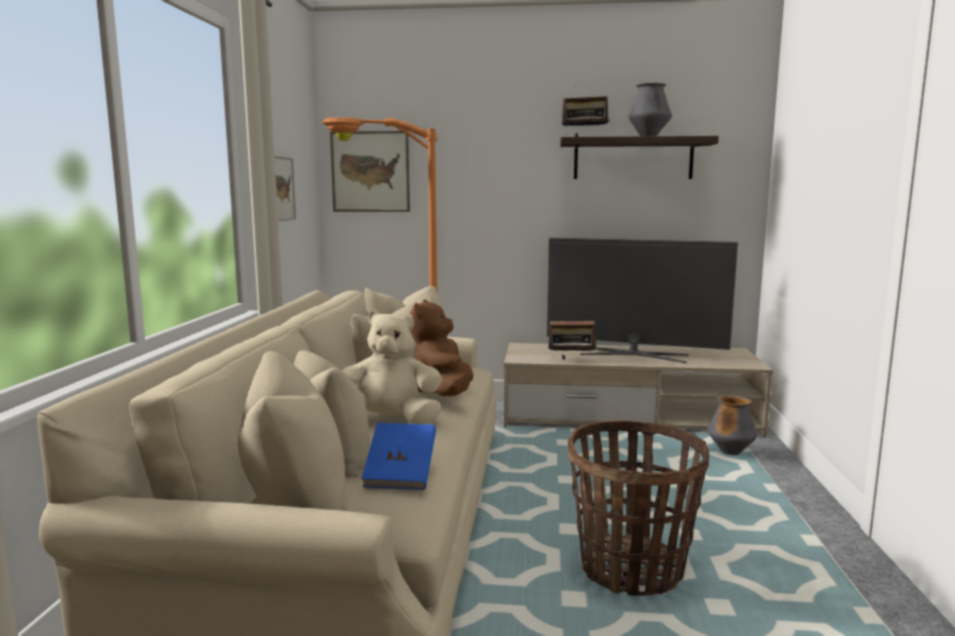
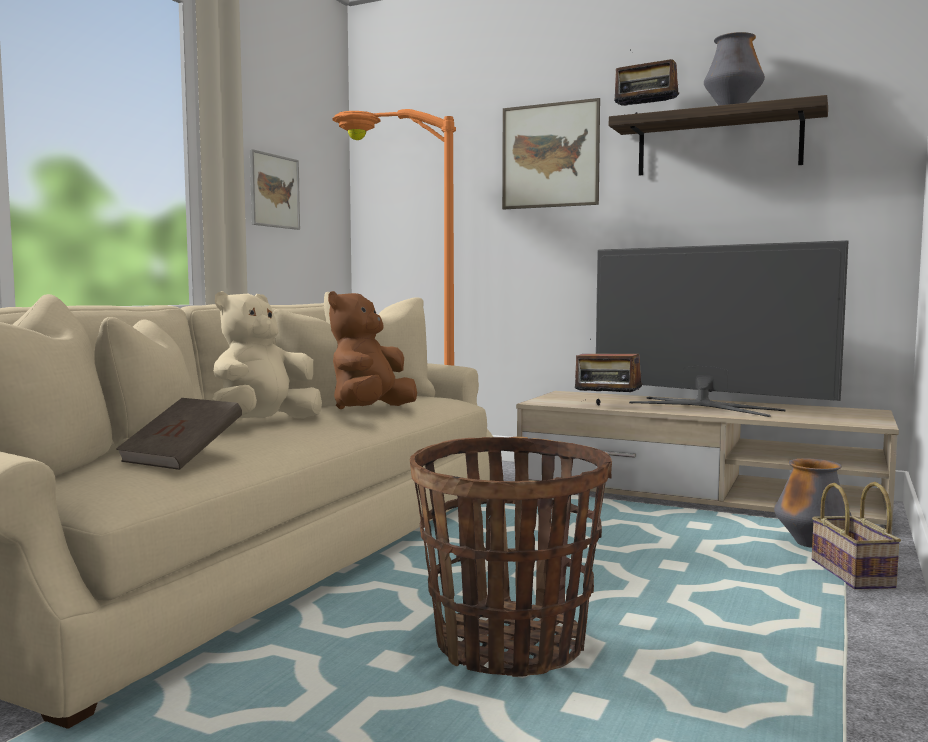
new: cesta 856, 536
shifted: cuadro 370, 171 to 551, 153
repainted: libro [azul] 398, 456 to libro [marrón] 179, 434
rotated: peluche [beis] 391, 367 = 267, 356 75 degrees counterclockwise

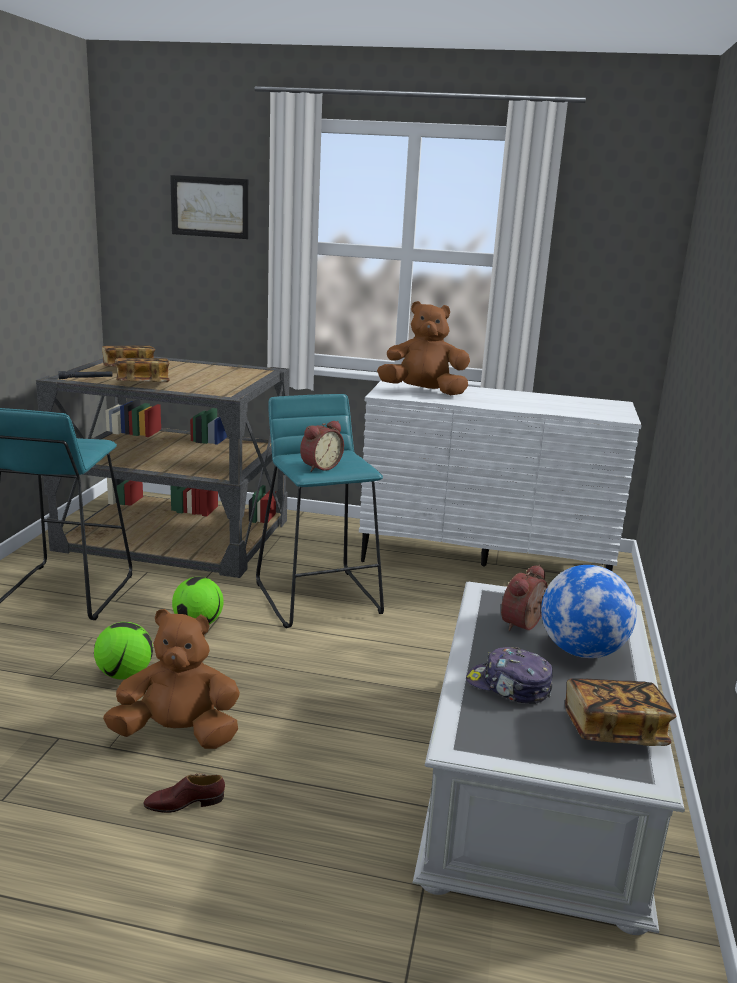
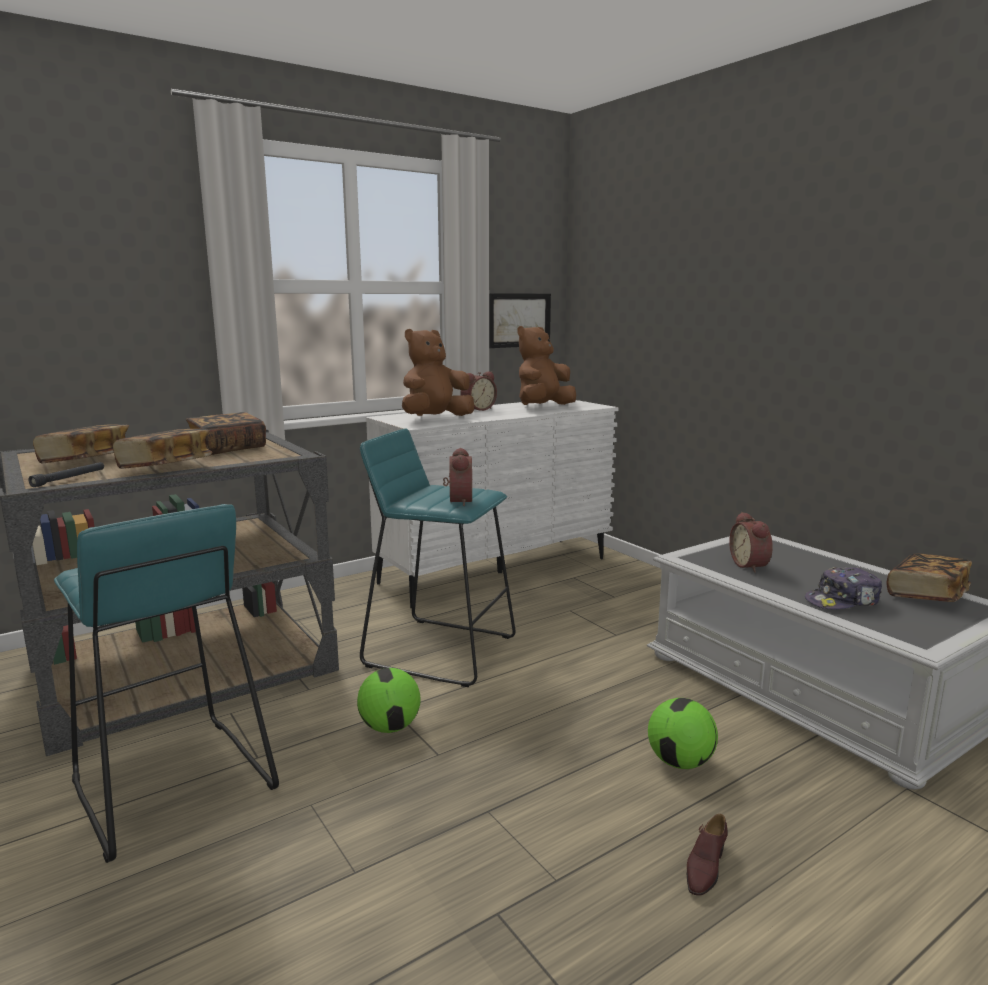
gone: globo terráqueo 589, 611
new: libro 226, 433; despertador 479, 391
shifted: cuadro 209, 207 to 520, 320; peluche [marrón] 171, 679 to 546, 365; balón de fútbol 123, 650 to 683, 733

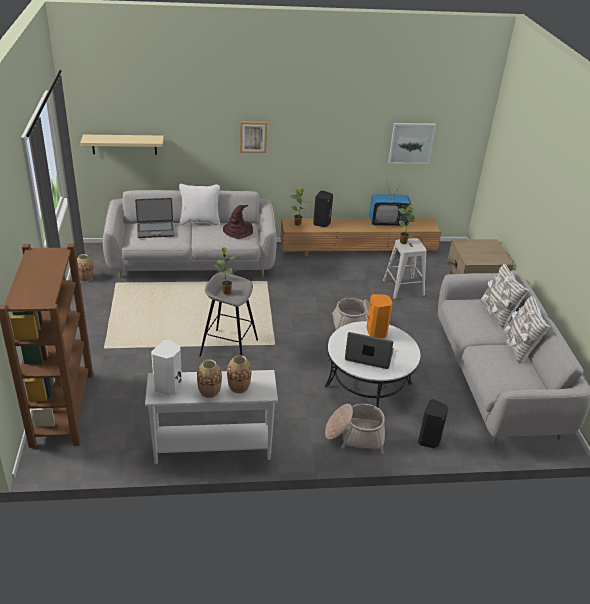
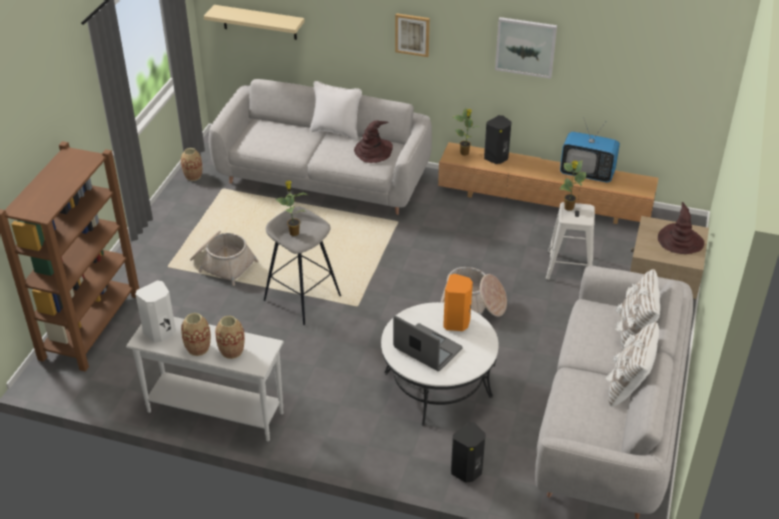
gone: portátil 155, 218
new: sombrero [marrón] 681, 228
shifted: cesta 355, 429 to 224, 258; cuadro 412, 143 to 526, 48

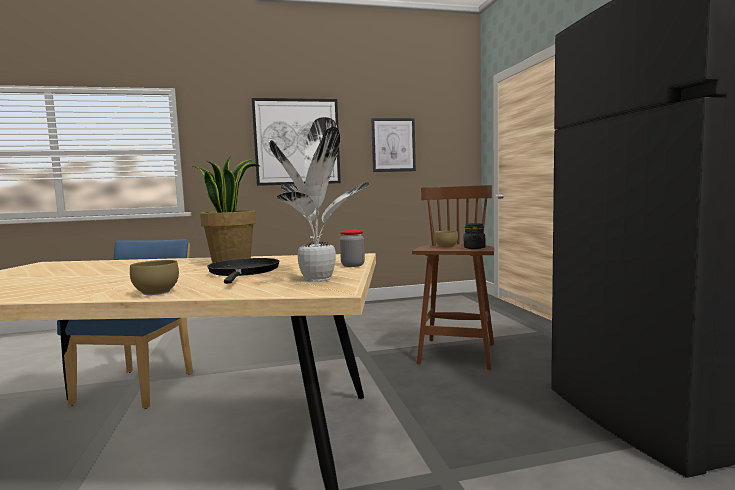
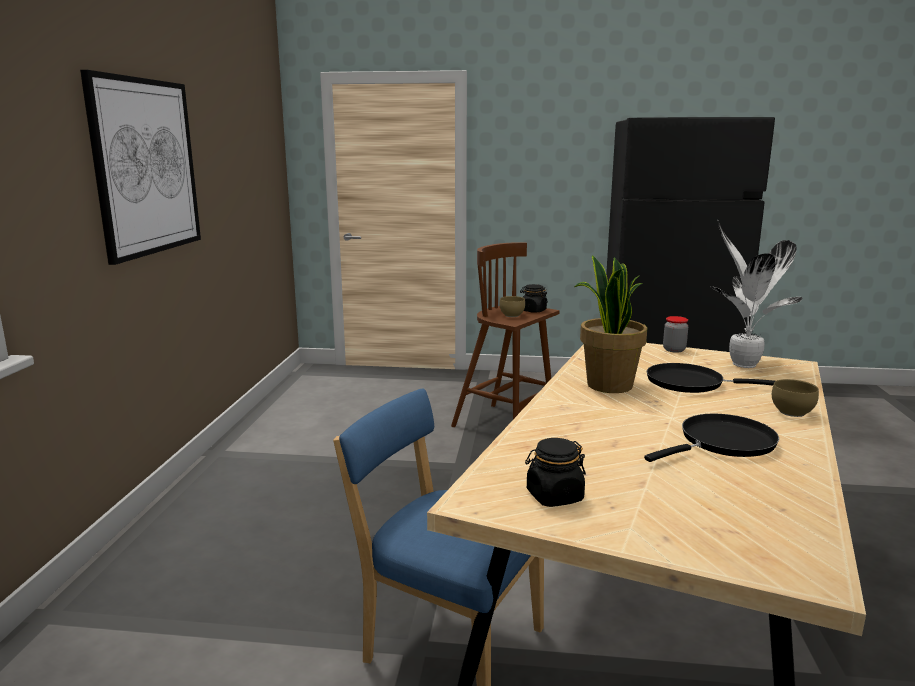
gone: cuadro 393, 145
new: tarro [negro] 555, 472; sartén [negro] 711, 438

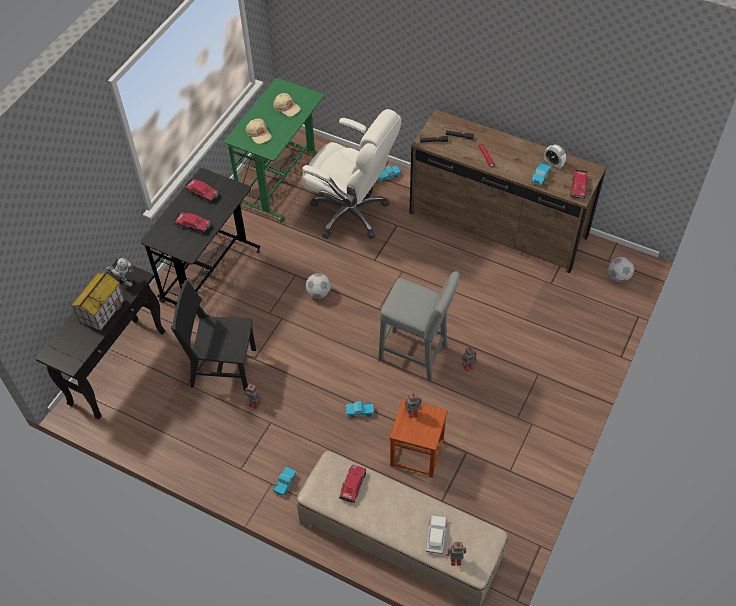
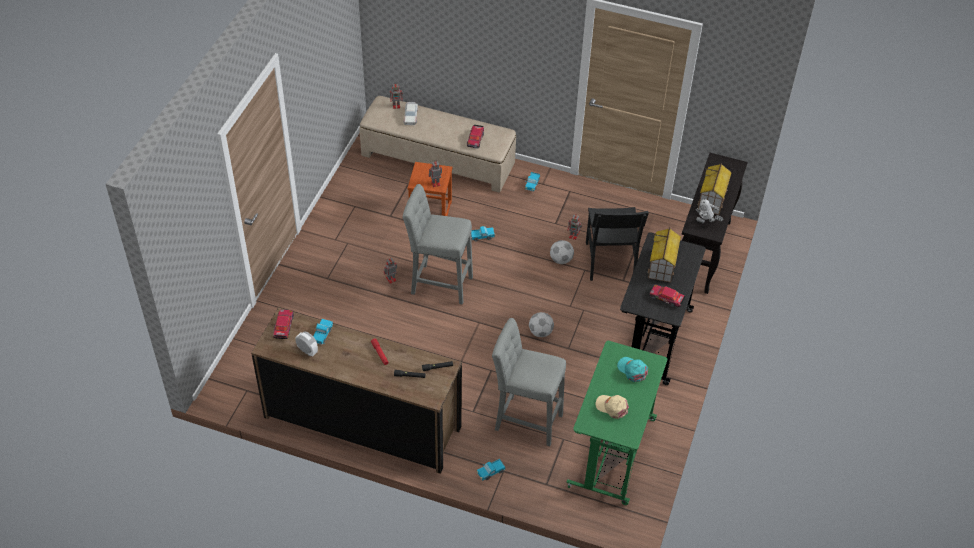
shifted: balón de fútbol 621, 269 to 562, 252
swapped: silla de oficina [blanco] 351, 174 to taburete [gris] 529, 382; coche de juguete 192, 223 to casita 664, 255
repainted: gorra [beis] 259, 131 to gorra [turquesa] 632, 369
rotated: silla [negro] 213, 335 = 617, 244 90 degrees clockwise

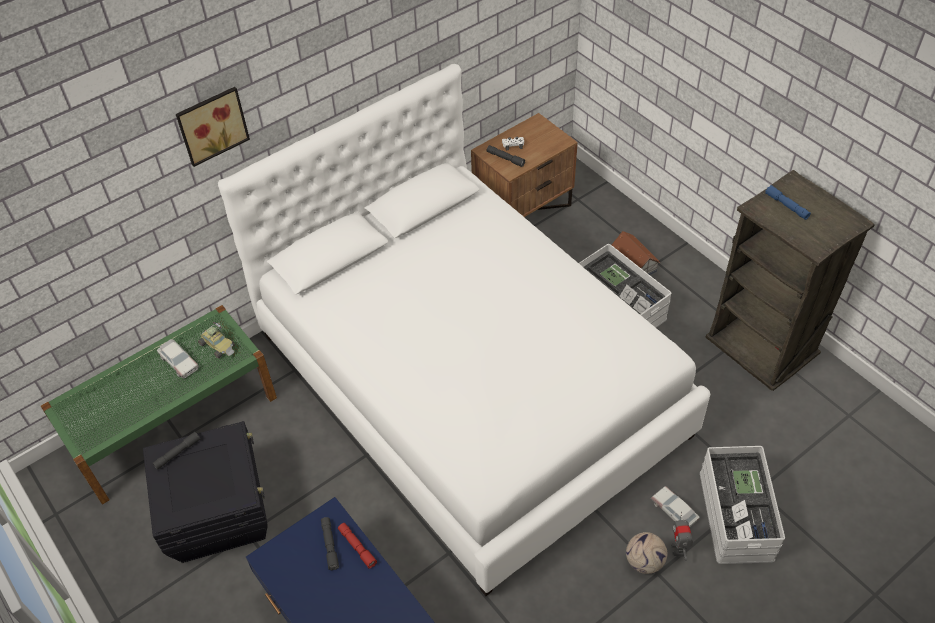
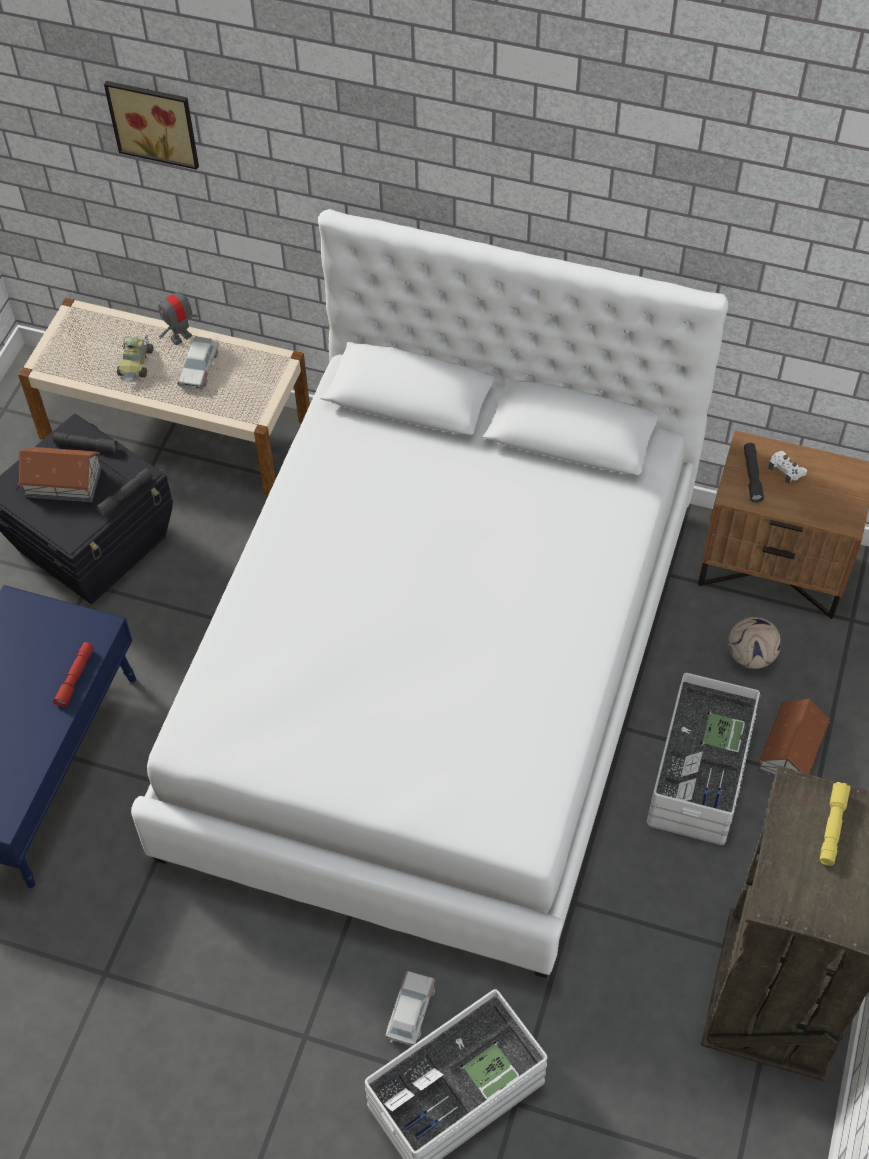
new: casita 59, 474
shifted: linterna [gris] 330, 543 to 124, 492; cuadro 213, 127 to 151, 125; coche de juguete 216, 340 to 135, 359; robot de juguete 681, 536 to 178, 314; balón de fútbol 646, 553 to 754, 643
repainted: banco [verde] 159, 405 to banco [beis] 164, 396; linterna [azul] 788, 202 to linterna [amarillo] 834, 824

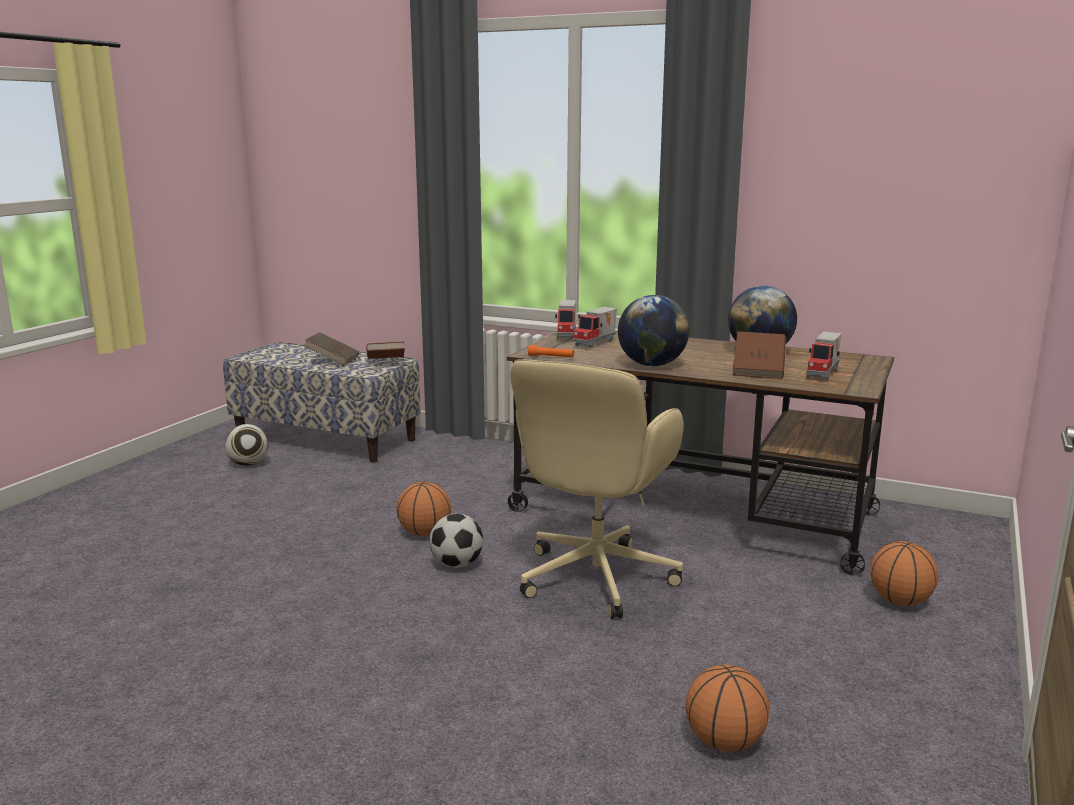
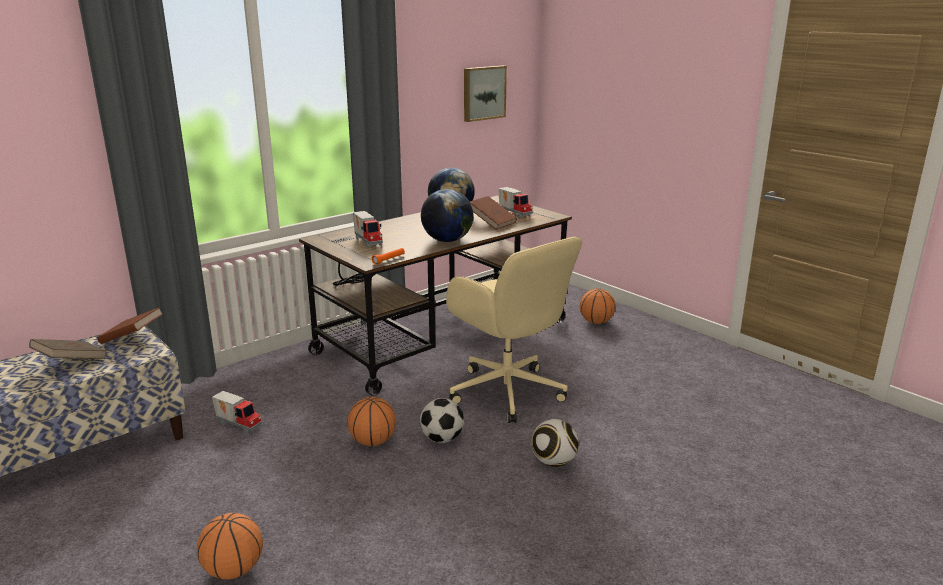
new: cuadro 485, 94
shifted: balón de baloncesto 727, 708 to 230, 546; camión de juguete 567, 320 to 237, 412; balón de fútbol 246, 445 to 555, 443

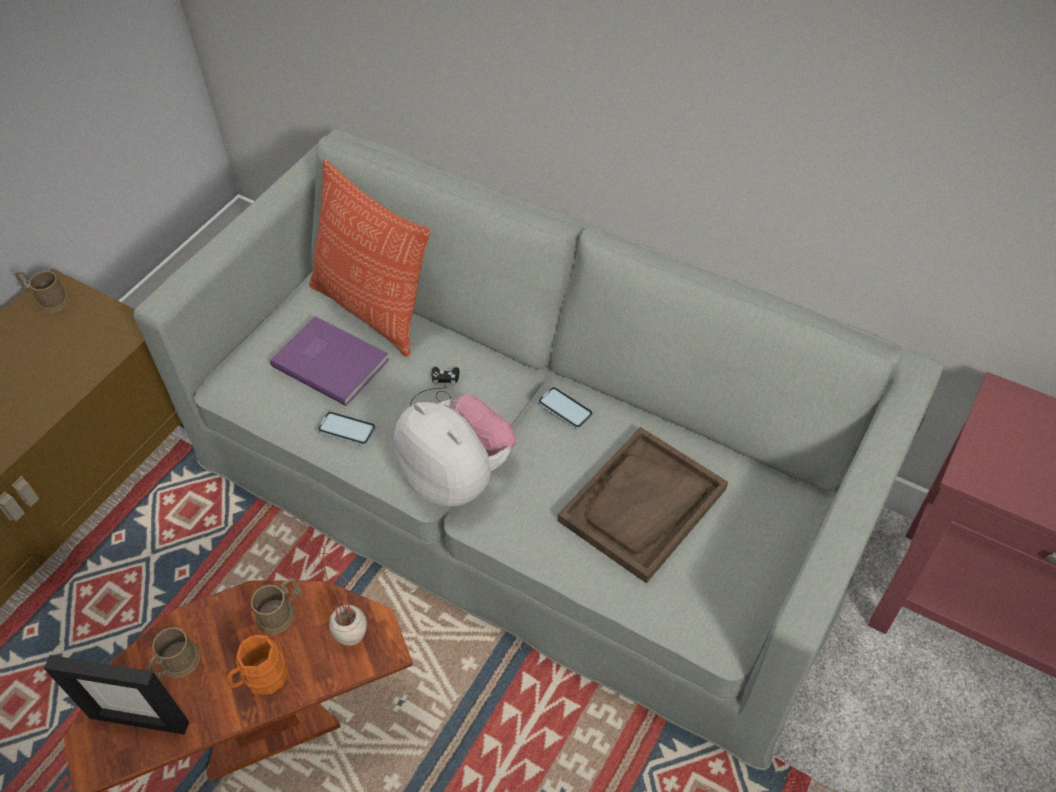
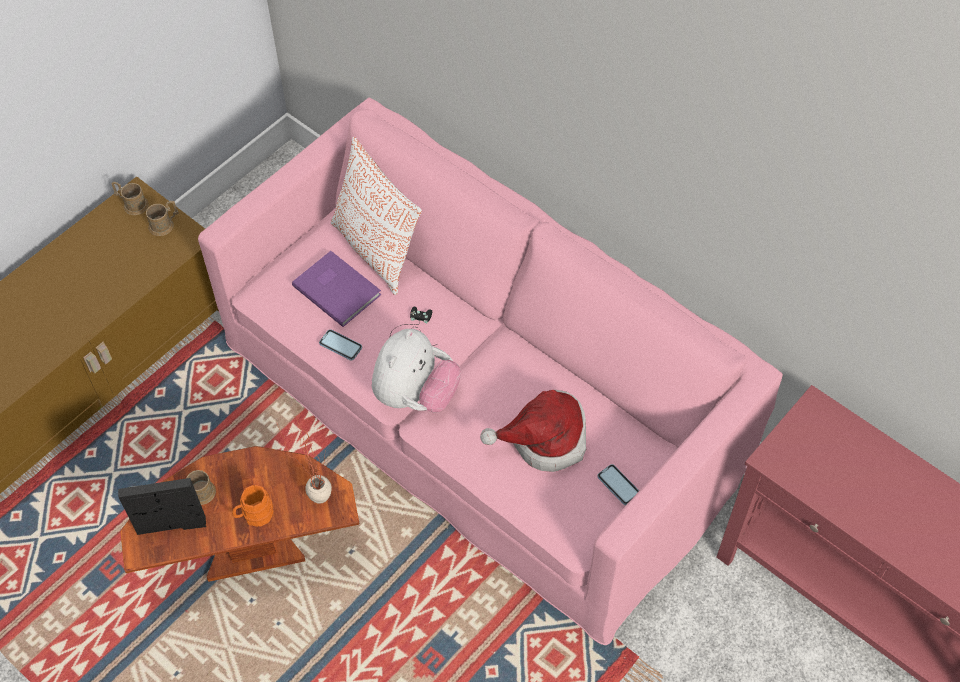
shifted: taza grande [marrón] 276, 606 to 162, 218; móvil 565, 408 to 618, 484
swapped: bandeja [marrón] 643, 505 to sombrero 533, 431
repainted: sofá [gris] 538, 449 to sofá [rosa] 490, 371; cojín [naranja] 369, 258 to cojín [blanco] 376, 216
rotated: portarretratos 116, 694 = 162, 506 150 degrees clockwise; peluche 455, 450 = 416, 370 60 degrees clockwise

